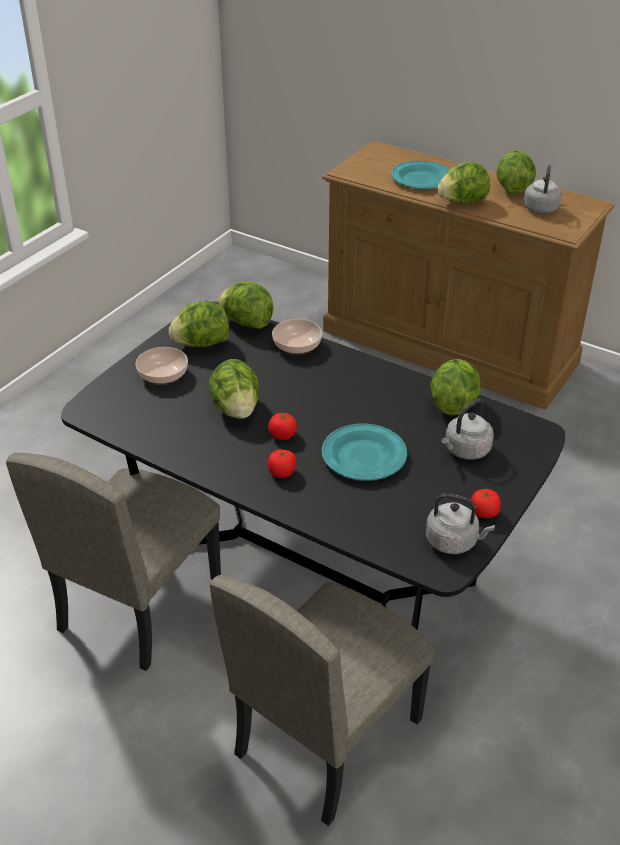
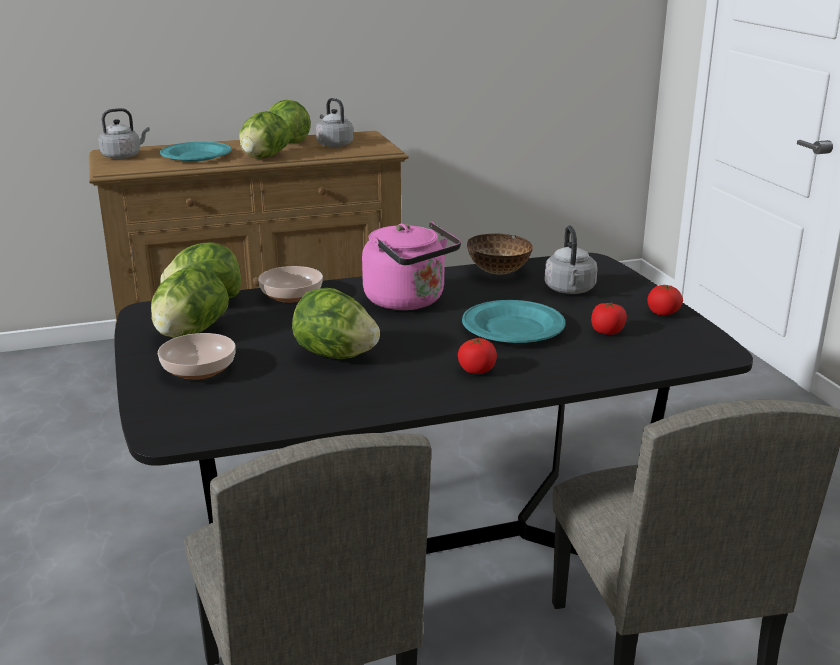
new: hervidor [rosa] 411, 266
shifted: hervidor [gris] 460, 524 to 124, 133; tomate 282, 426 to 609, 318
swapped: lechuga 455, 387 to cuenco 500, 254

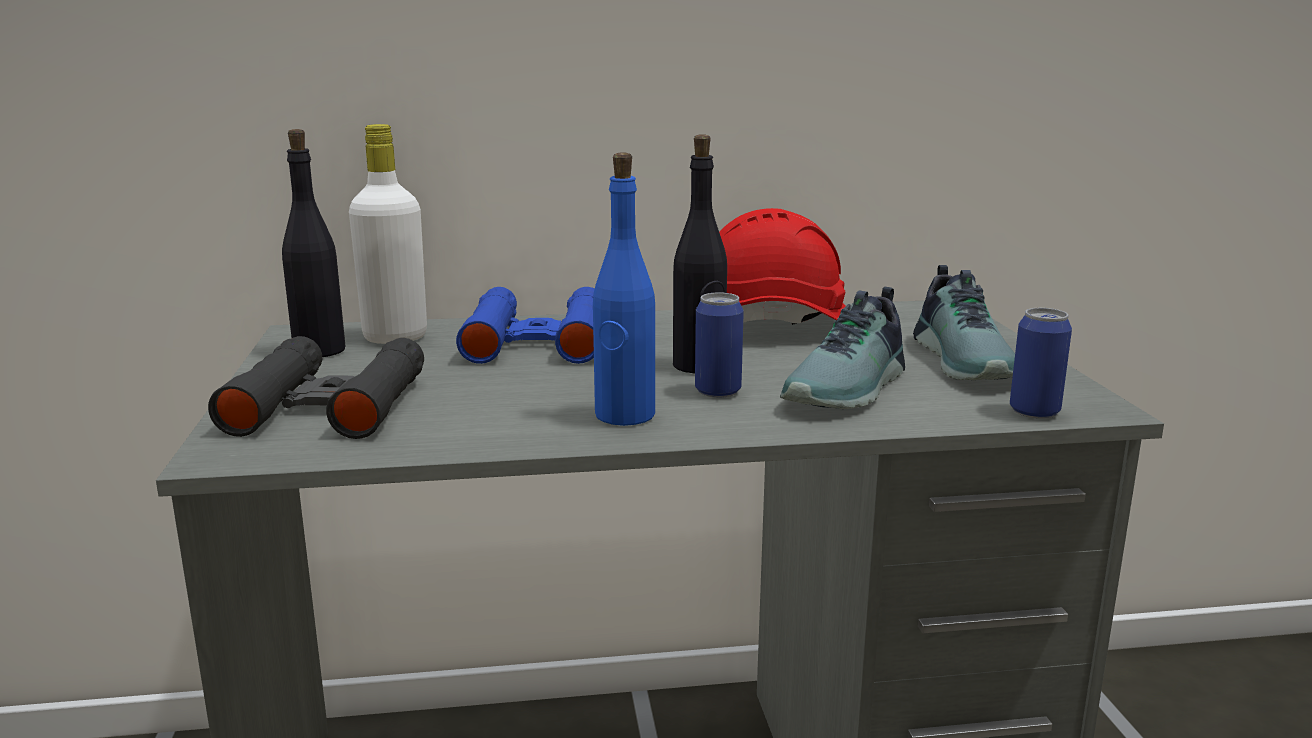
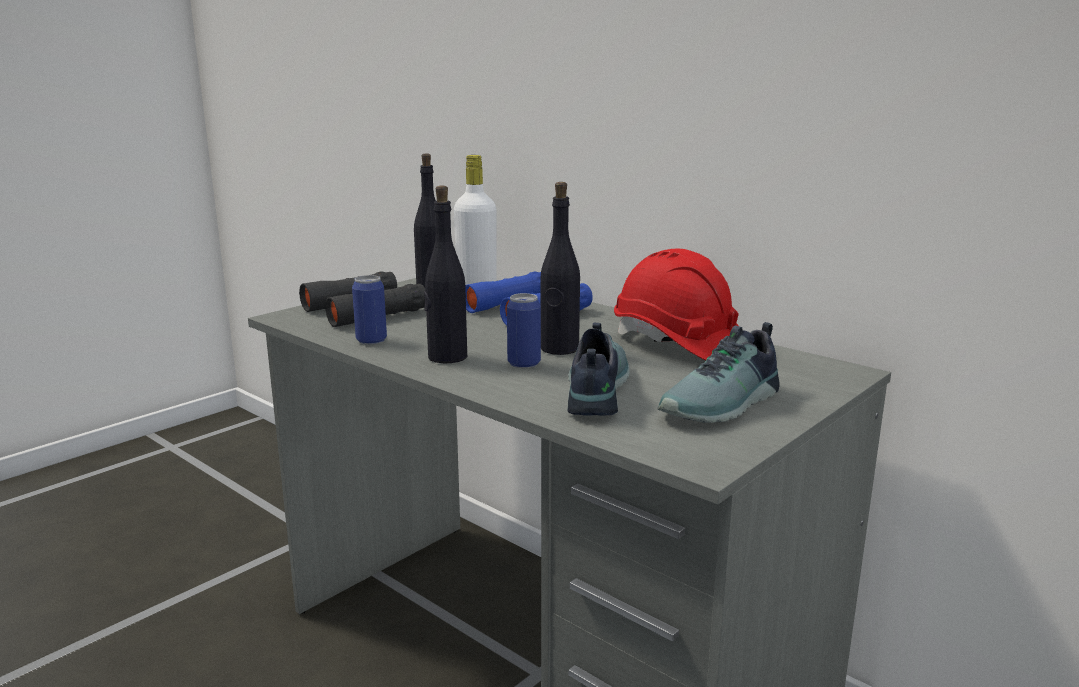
shifted: lata 1041, 363 to 369, 309
repainted: botella [azul] 624, 289 to botella [negro] 445, 274
rotated: zapato 842, 347 = 598, 369 105 degrees clockwise

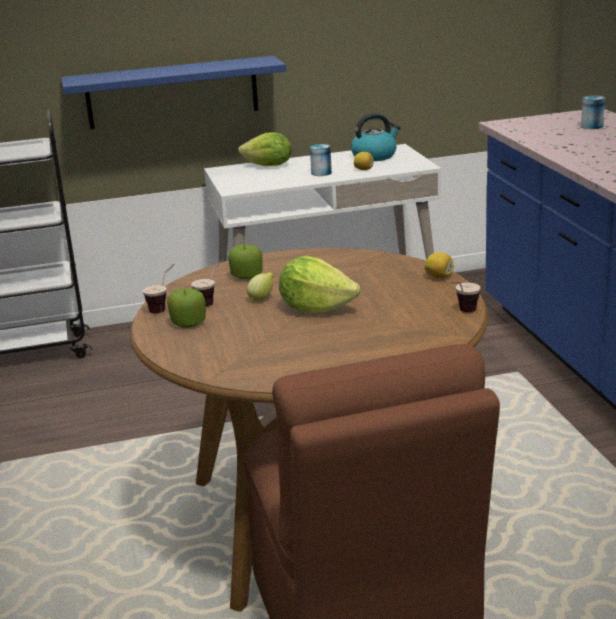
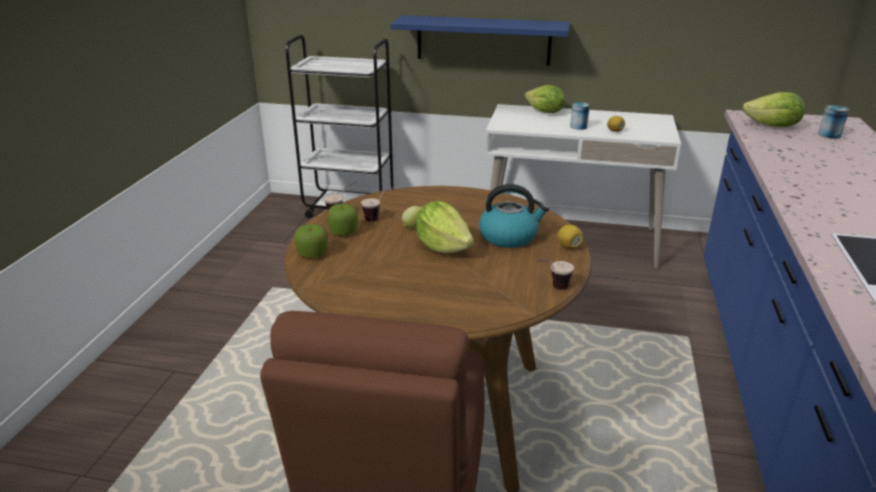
new: lechuga 773, 109
shifted: manzana 245, 261 to 311, 241; hervidor 375, 137 to 514, 216

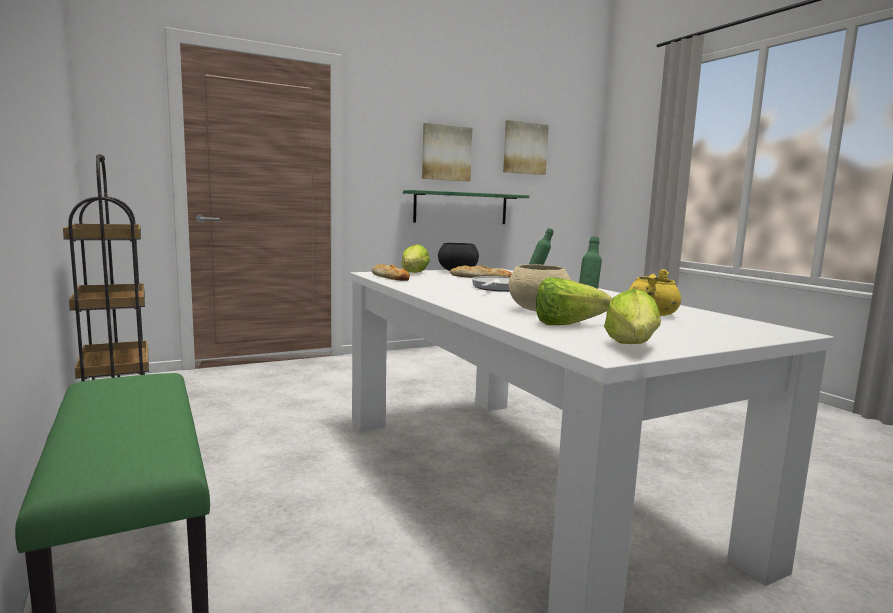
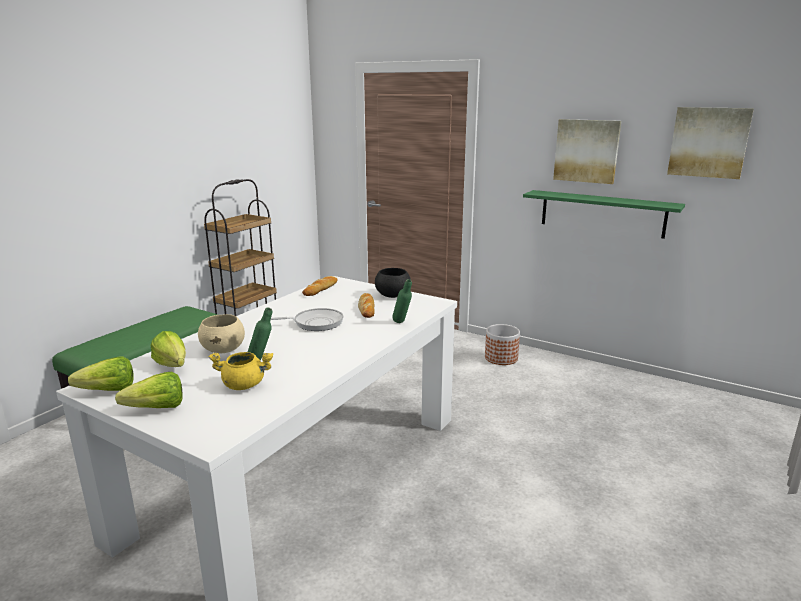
new: maceta 502, 344
shifted: lechuga 415, 258 to 148, 390

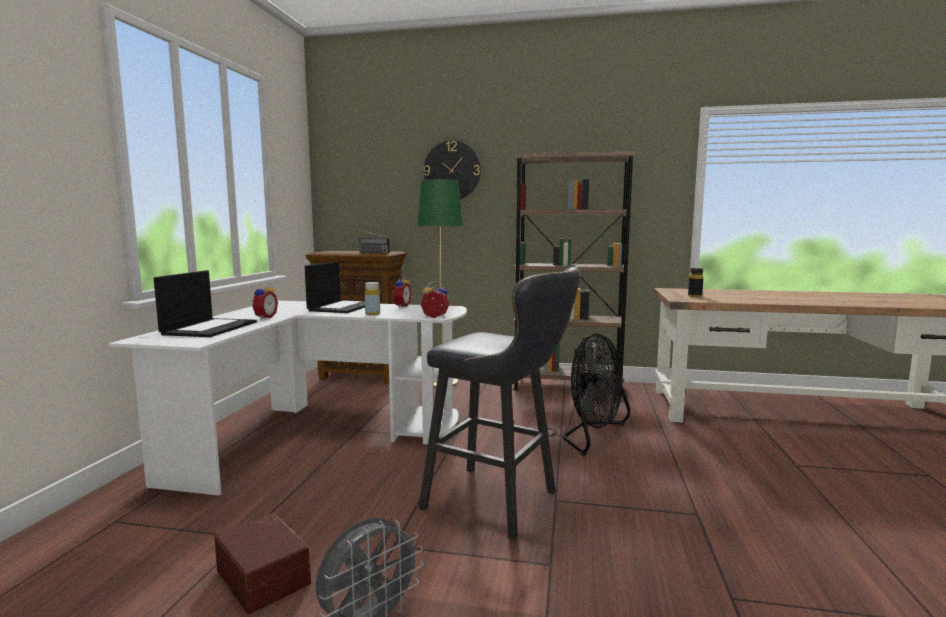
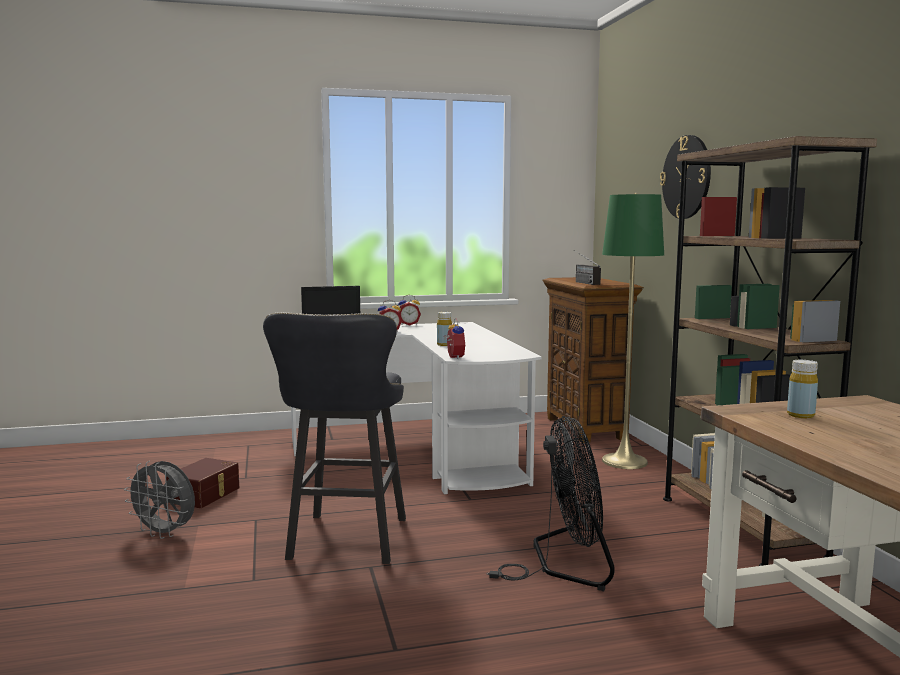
gone: portátil 335, 287
shifted: despertador 401, 291 to 409, 310
repainted: botella [negro] 695, 282 to botella [amarillo] 802, 389
rotated: ventilador [negro] 579, 395 = 551, 504 105 degrees counterclockwise

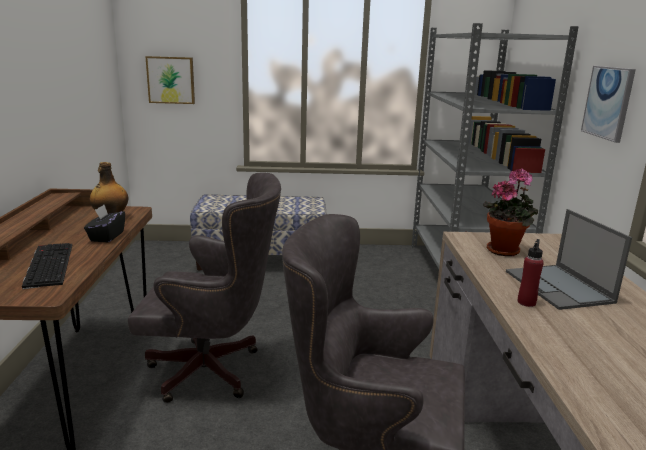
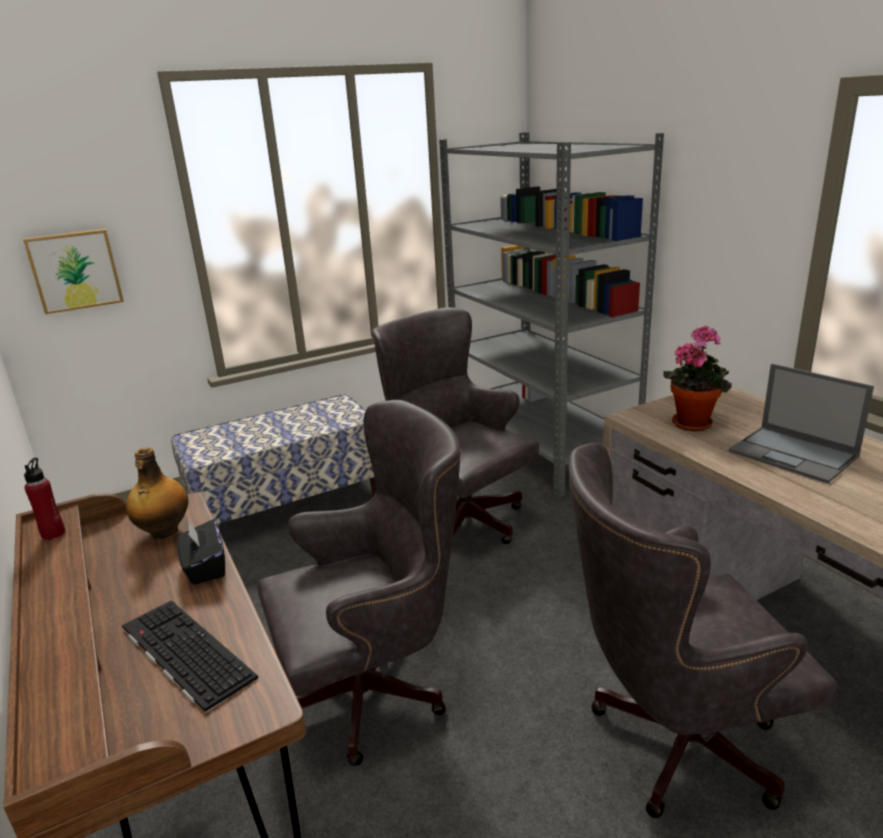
gone: cuadro 608, 104
new: silla de oficina [gris] 455, 425
shifted: botella [rojo] 531, 273 to 44, 499

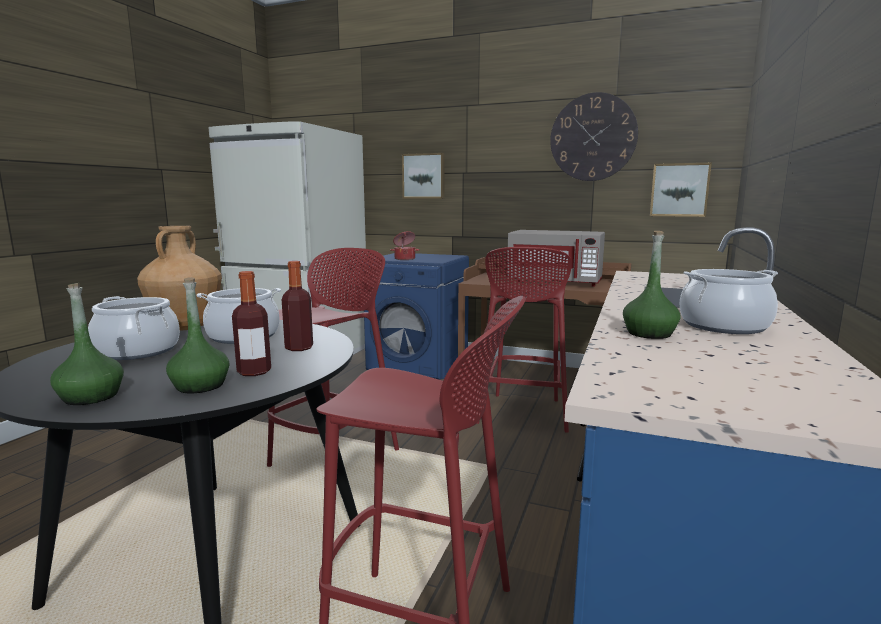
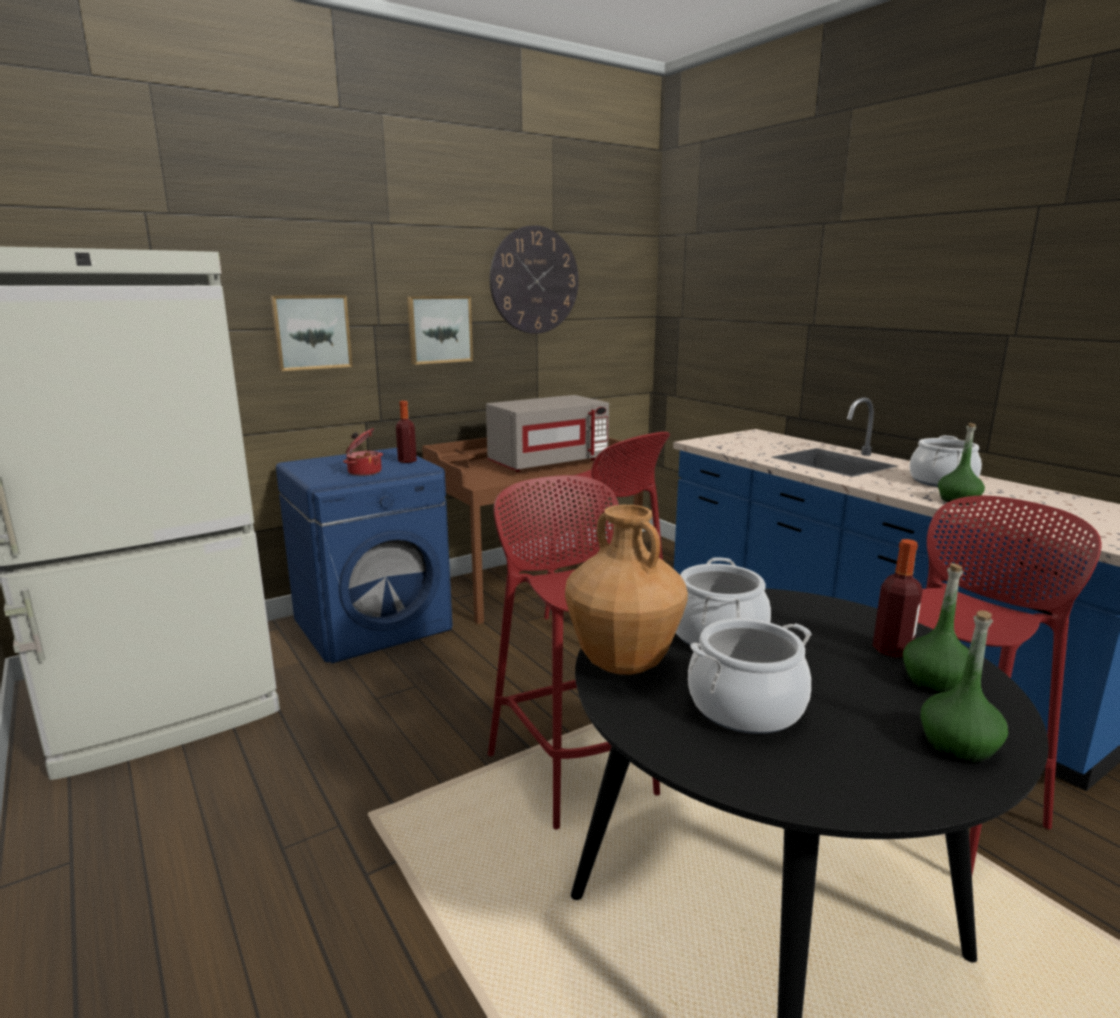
shifted: botella 297, 306 to 406, 432; cuadro 681, 190 to 440, 330

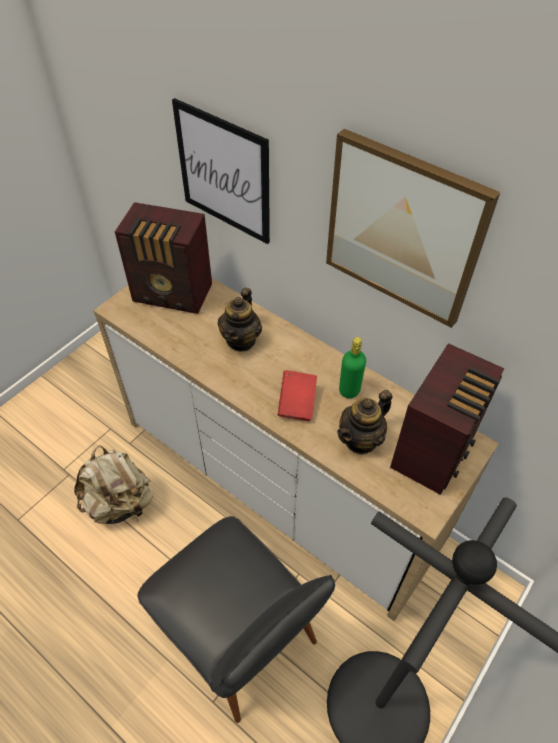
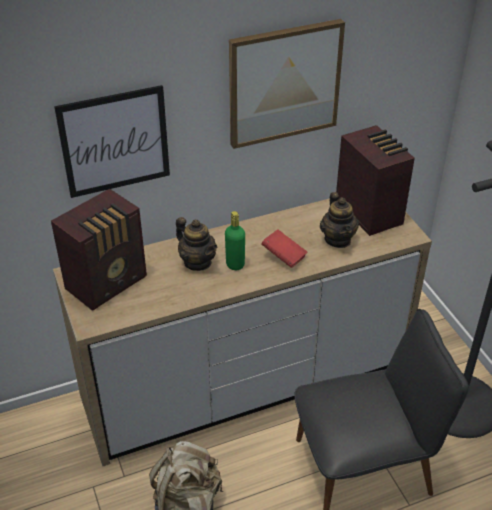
shifted: botella [verde] 352, 367 to 235, 240

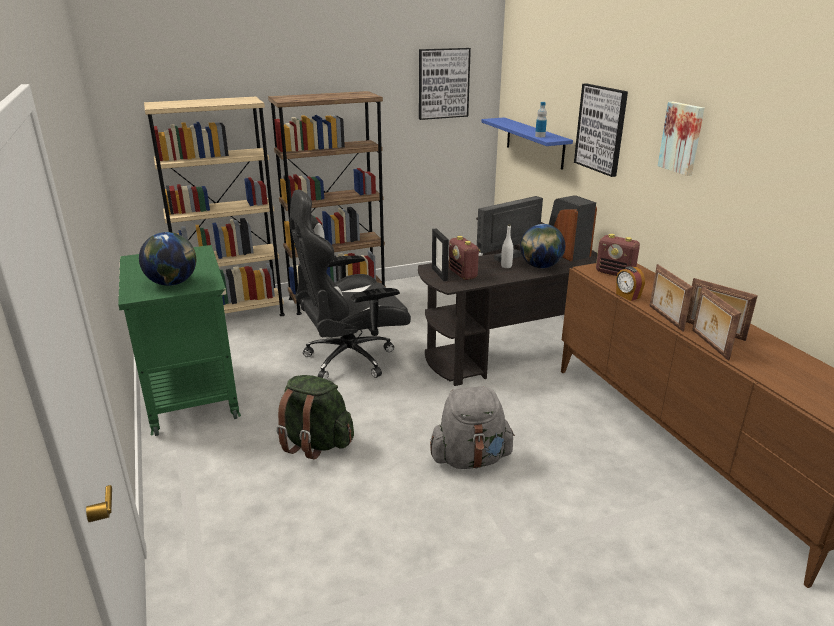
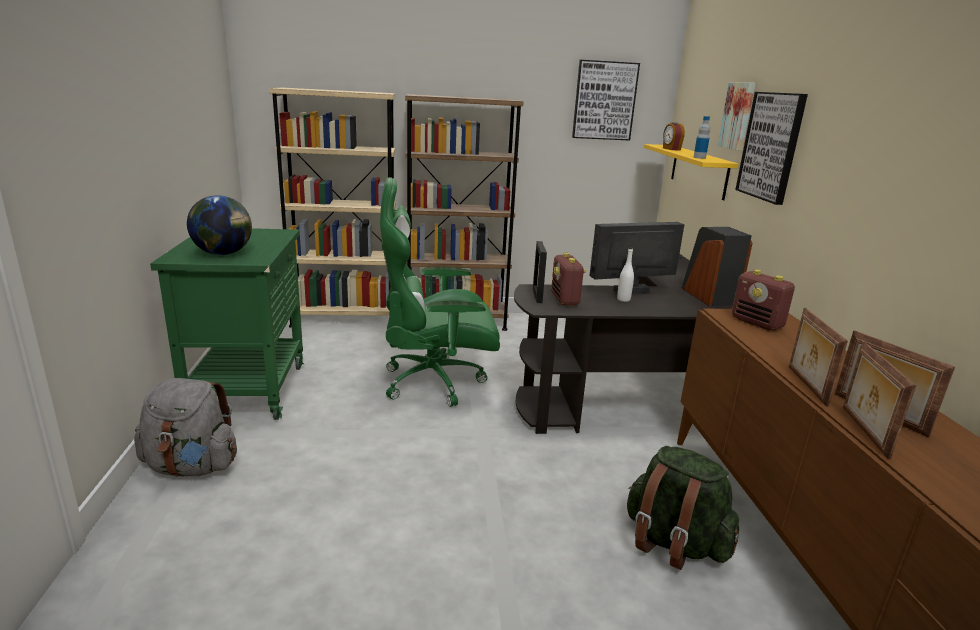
gone: globo terráqueo 542, 246
shifted: mochila [gris] 472, 427 to 185, 427; mochila [verde] 315, 417 to 683, 508; despertador 630, 284 to 674, 136; cuadro 681, 139 to 736, 116
repainted: silla de oficina [negro] 350, 285 to silla de oficina [verde] 440, 292; estante [azul] 527, 143 to estante [amarillo] 691, 172

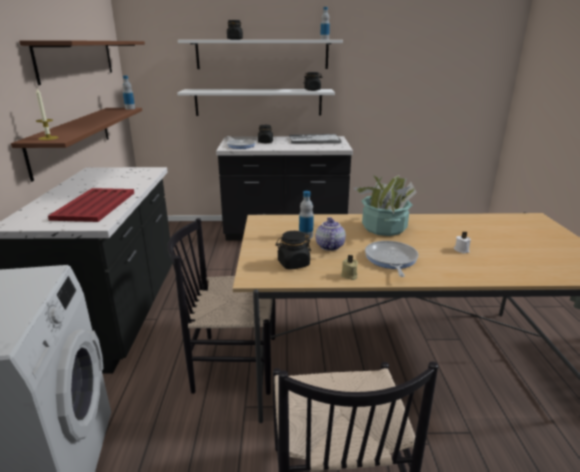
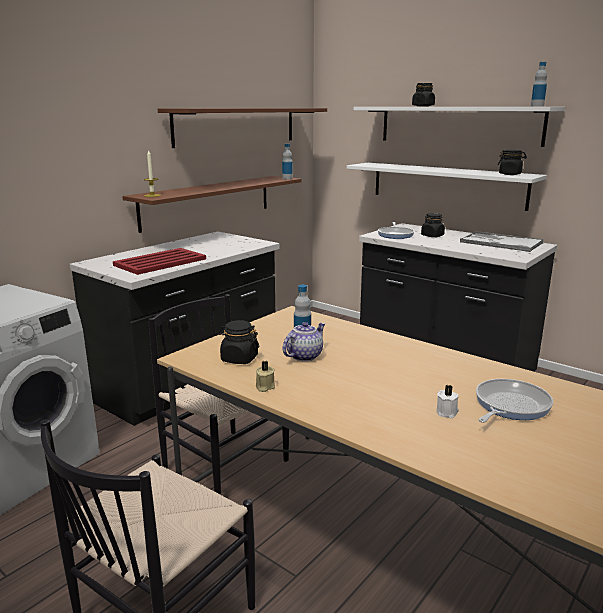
gone: planta en maceta 385, 205
shifted: sartén 392, 259 to 514, 401

